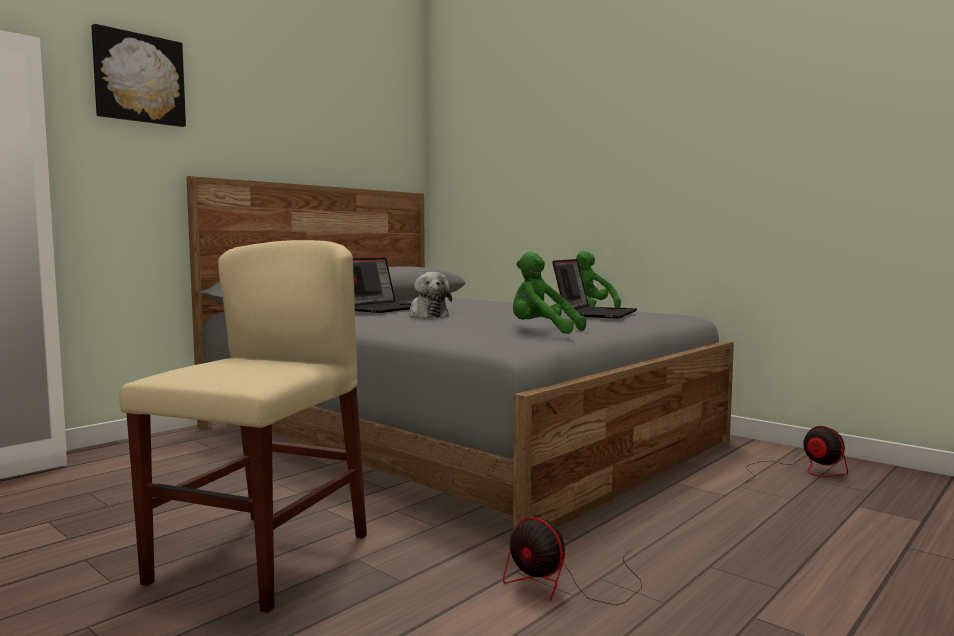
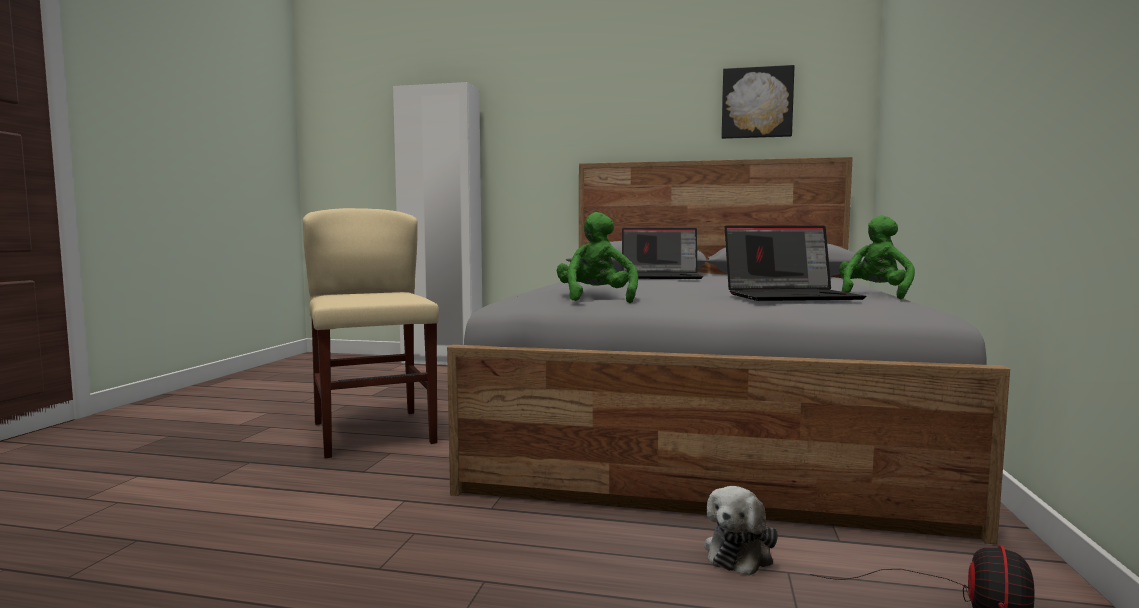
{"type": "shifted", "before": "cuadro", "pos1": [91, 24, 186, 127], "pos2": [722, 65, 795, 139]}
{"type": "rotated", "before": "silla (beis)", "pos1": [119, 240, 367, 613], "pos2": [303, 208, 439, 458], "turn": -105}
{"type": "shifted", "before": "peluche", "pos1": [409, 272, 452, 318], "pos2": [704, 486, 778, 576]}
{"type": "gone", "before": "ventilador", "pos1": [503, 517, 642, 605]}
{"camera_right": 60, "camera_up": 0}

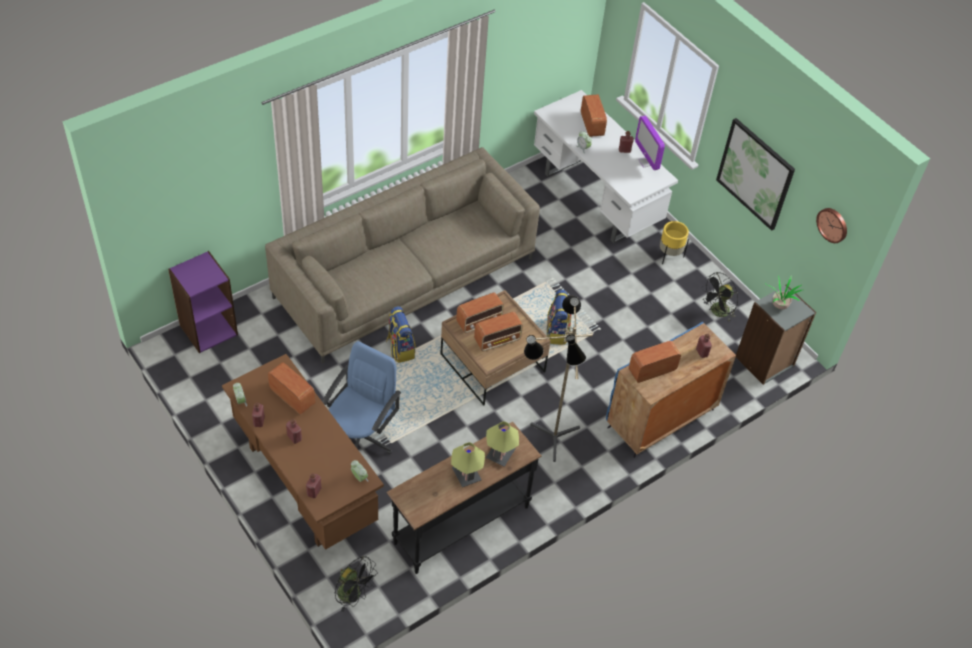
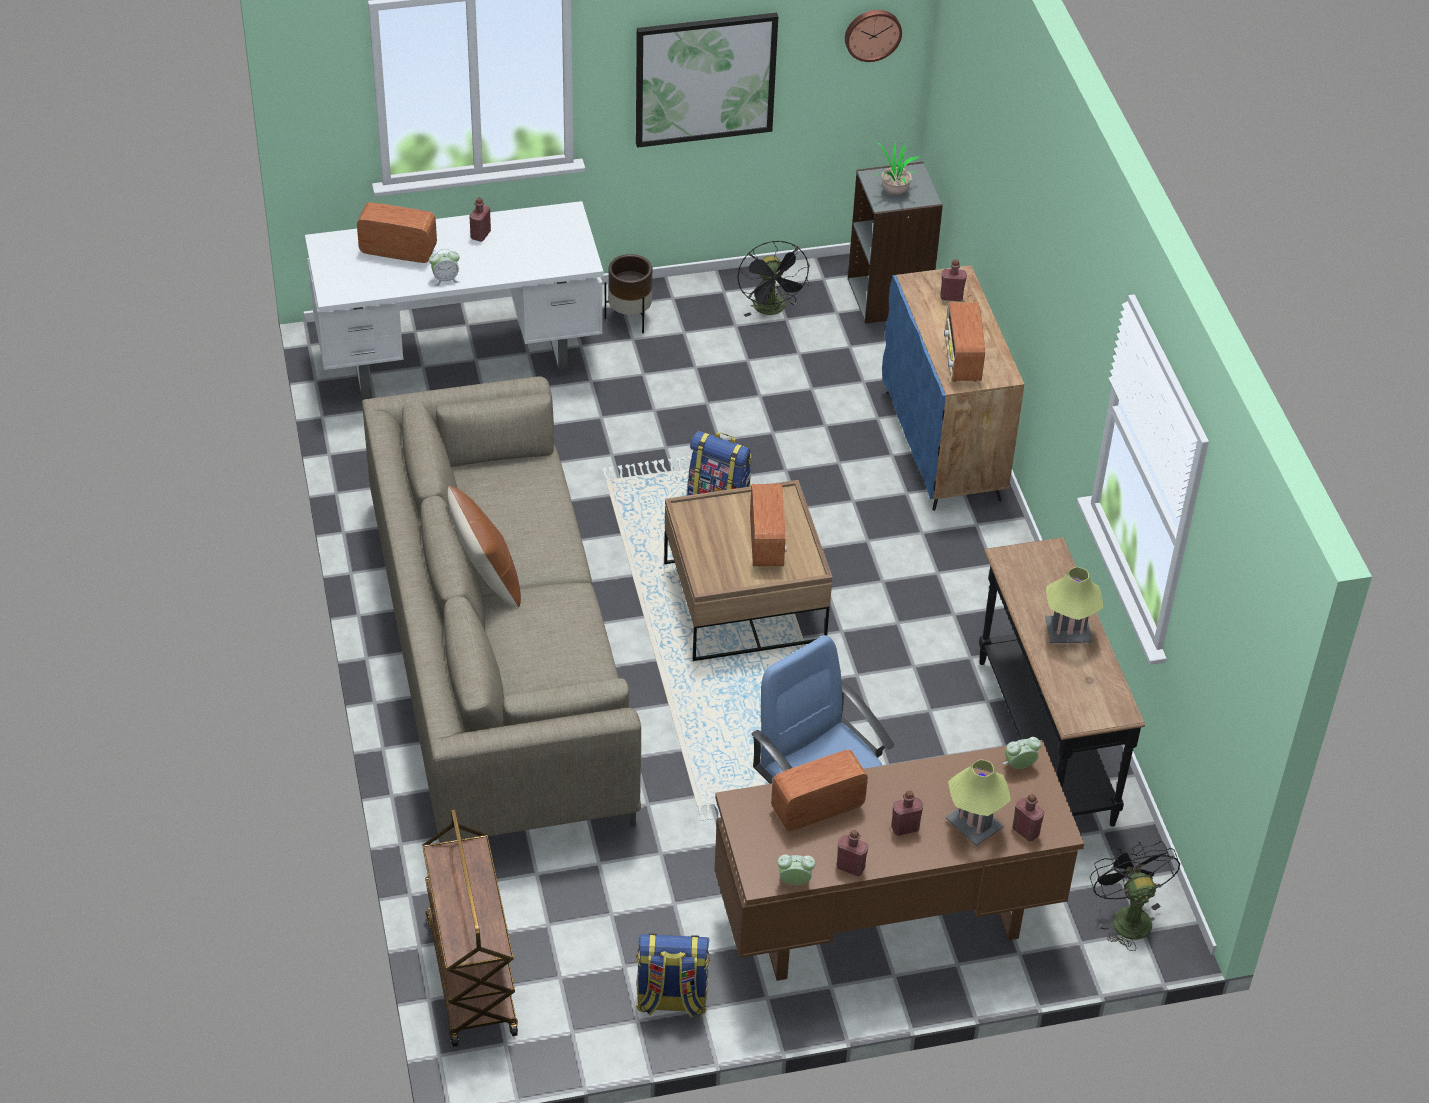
{"type": "gone", "before": "monitor", "pos1": [635, 115, 665, 170]}
{"type": "repainted", "before": "maceta (amarillo)", "after": "maceta (marrón)", "pos1": [660, 221, 689, 264], "pos2": [605, 254, 652, 333]}
{"type": "swapped", "before": "estantería (morado)", "after": "carrito (marrón)", "pos1": [168, 251, 238, 353], "pos2": [422, 809, 518, 1047]}
{"type": "gone", "before": "radio", "pos1": [456, 292, 504, 333]}
{"type": "gone", "before": "lámpara de pie", "pos1": [524, 296, 593, 462]}
{"type": "shifted", "before": "mochila", "pos1": [386, 306, 416, 363], "pos2": [636, 933, 710, 1018]}
{"type": "shifted", "before": "lámpara de mesa", "pos1": [486, 421, 519, 467], "pos2": [945, 759, 1011, 846]}
{"type": "rotated", "before": "ventilador (negro)", "pos1": [335, 556, 378, 612], "pos2": [1090, 841, 1180, 951], "turn": -75}
{"type": "new", "after": "cojín (marrón)", "pos2": [448, 485, 521, 608]}
{"camera_right": -65, "camera_up": -5}

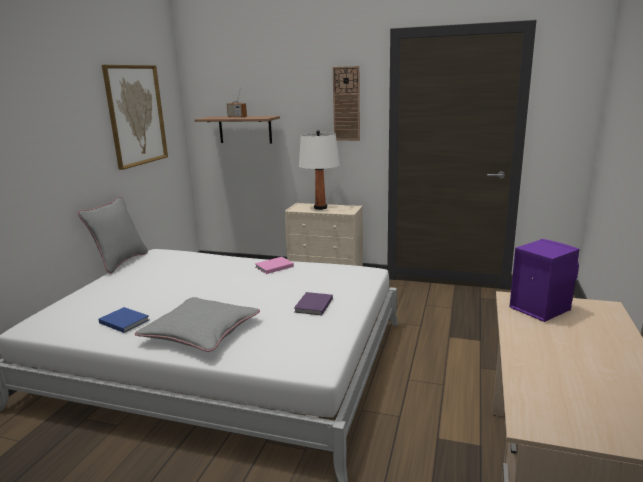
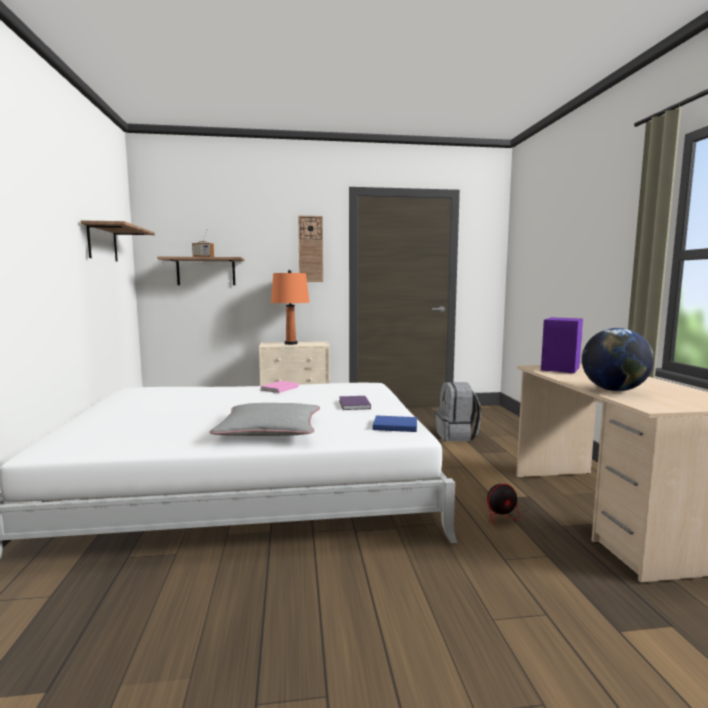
{"type": "swapped", "before": "cuadro", "after": "estante", "pos1": [102, 65, 168, 170], "pos2": [81, 220, 155, 262]}
{"type": "repainted", "before": "lámpara de mesa (blanco)", "after": "lámpara de mesa (naranja)", "pos1": [299, 130, 340, 210], "pos2": [271, 270, 309, 345]}
{"type": "gone", "before": "cojín (gris)", "pos1": [78, 196, 148, 274]}
{"type": "shifted", "before": "libro (azul)", "pos1": [98, 307, 149, 333], "pos2": [373, 415, 417, 432]}
{"type": "new", "after": "globo terráqueo", "pos2": [582, 328, 654, 391]}
{"type": "new", "after": "mochila (gris)", "pos2": [436, 382, 481, 442]}
{"type": "new", "after": "ventilador", "pos2": [477, 484, 529, 525]}
{"camera_right": -25, "camera_up": -10}

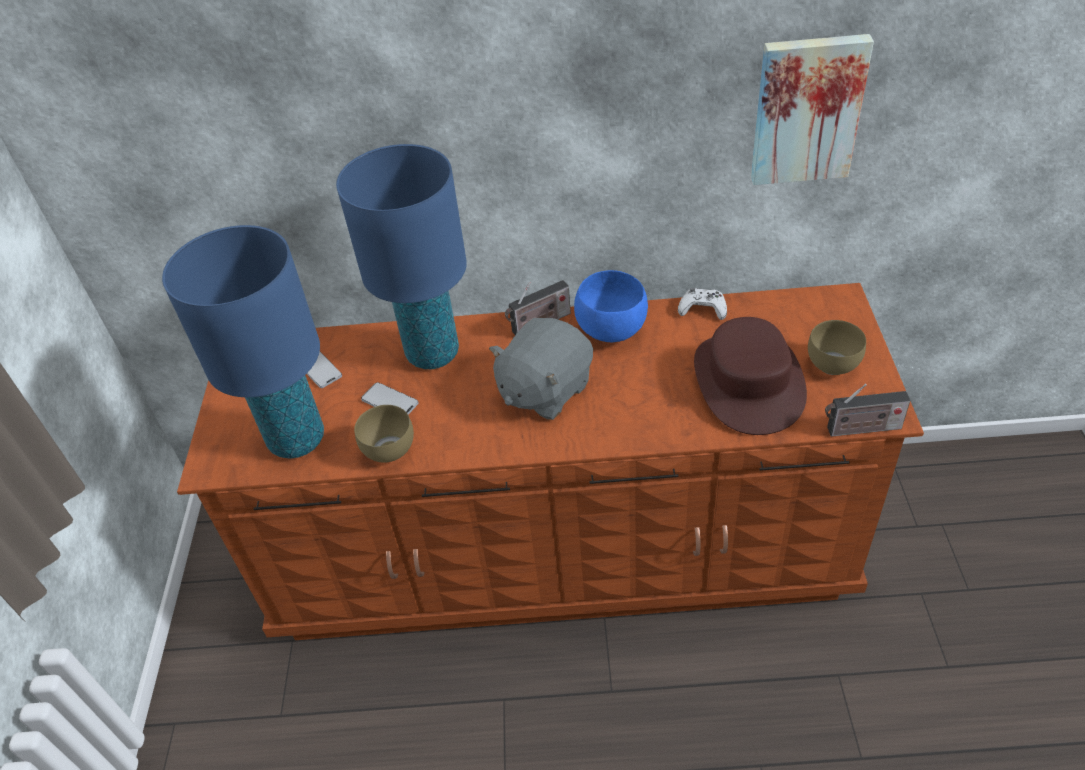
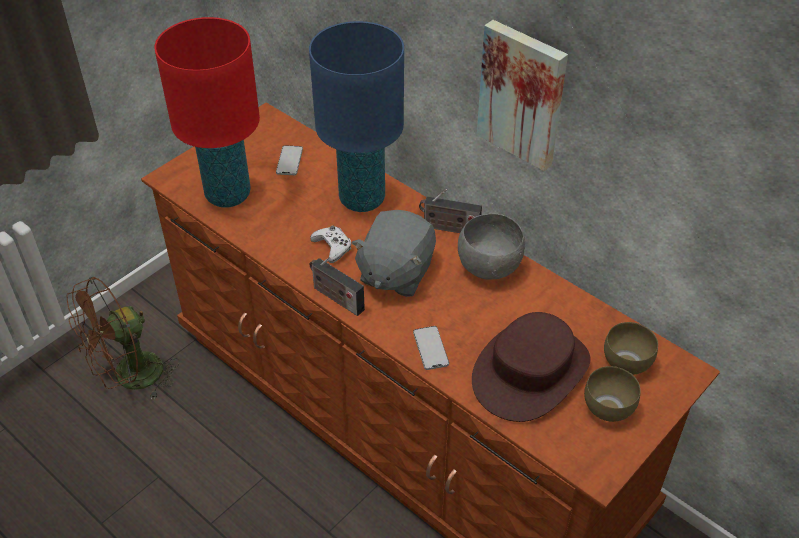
{"type": "shifted", "before": "cuadro", "pos1": [751, 34, 874, 185], "pos2": [477, 20, 568, 171]}
{"type": "repainted", "before": "lámpara de mesa (azul)", "after": "lámpara de mesa (rojo)", "pos1": [162, 225, 324, 459], "pos2": [154, 17, 260, 208]}
{"type": "repainted", "before": "cuenco (azul)", "after": "cuenco (gris)", "pos1": [574, 270, 648, 342], "pos2": [458, 214, 525, 280]}
{"type": "shifted", "before": "mando de consola (blanco)", "pos1": [678, 288, 727, 320], "pos2": [310, 225, 352, 263]}
{"type": "rotated", "before": "peluche (gris)", "pos1": [489, 318, 593, 420], "pos2": [351, 210, 436, 297], "turn": -60}
{"type": "shifted", "before": "móvil", "pos1": [361, 382, 418, 414], "pos2": [413, 326, 449, 370]}
{"type": "shifted", "before": "radio", "pos1": [825, 383, 910, 437], "pos2": [309, 256, 365, 316]}
{"type": "shifted", "before": "cuenco (marrón)", "pos1": [354, 405, 414, 463], "pos2": [604, 322, 658, 375]}
{"type": "new", "after": "ventilador (marrón)", "pos2": [66, 277, 180, 400]}
{"camera_right": 40, "camera_up": 0}

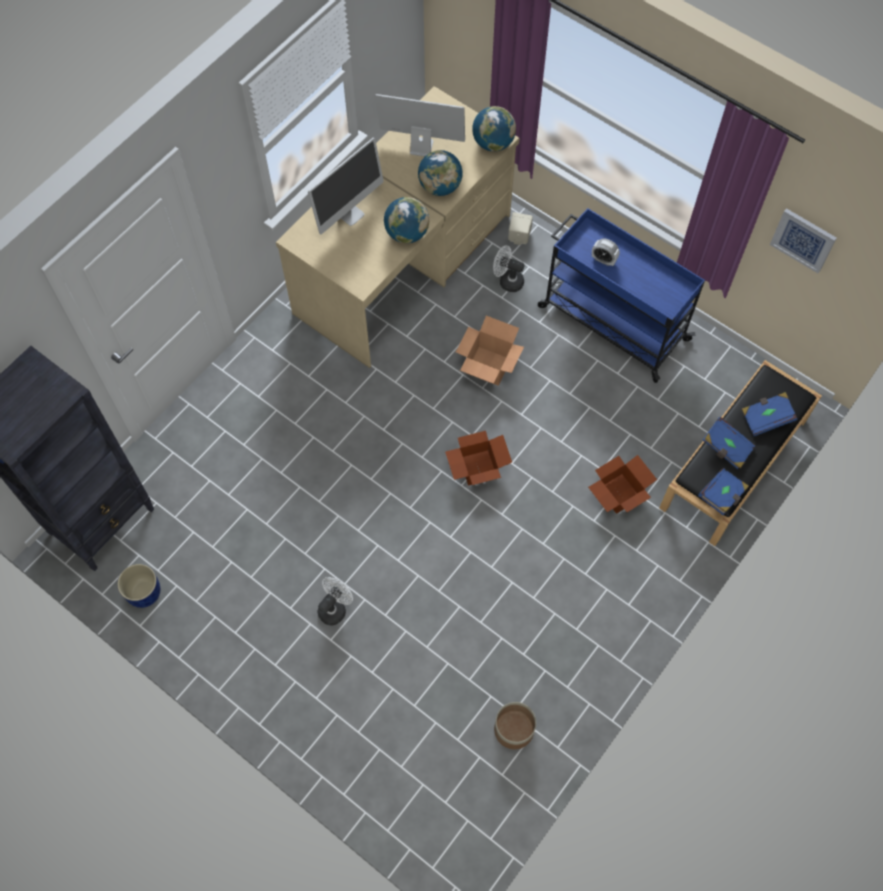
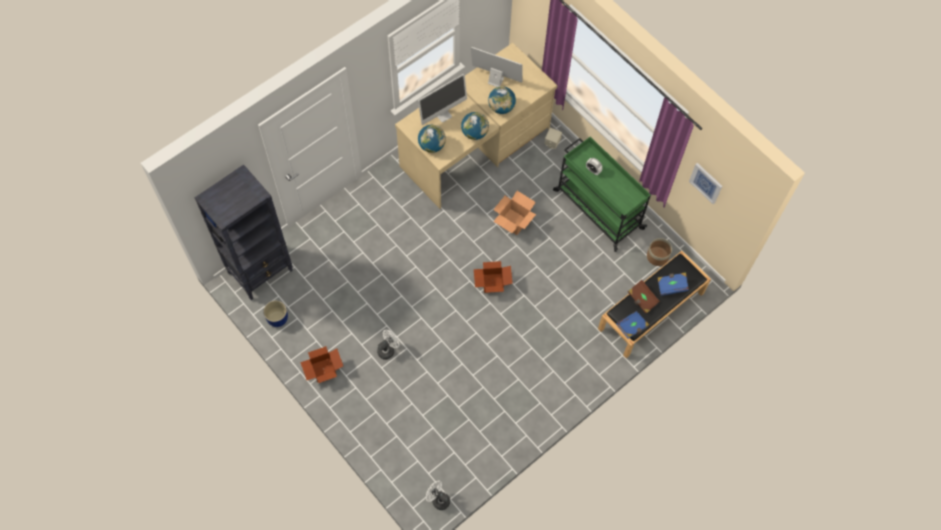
{"type": "shifted", "before": "globo terráqueo", "pos1": [472, 106, 516, 151], "pos2": [418, 125, 446, 153]}
{"type": "repainted", "before": "carrito (azul)", "after": "carrito (verde)", "pos1": [538, 208, 705, 383], "pos2": [553, 137, 651, 252]}
{"type": "shifted", "before": "ventilador (blanco)", "pos1": [493, 245, 524, 292], "pos2": [426, 481, 450, 510]}
{"type": "repainted", "before": "libro (azul)", "after": "libro (marrón)", "pos1": [703, 417, 755, 469], "pos2": [628, 280, 660, 313]}
{"type": "shifted", "before": "caja de cartón", "pos1": [588, 455, 657, 514], "pos2": [300, 346, 343, 383]}
{"type": "shifted", "before": "maceta", "pos1": [494, 702, 536, 749], "pos2": [647, 238, 672, 266]}
{"camera_right": 10, "camera_up": 0}

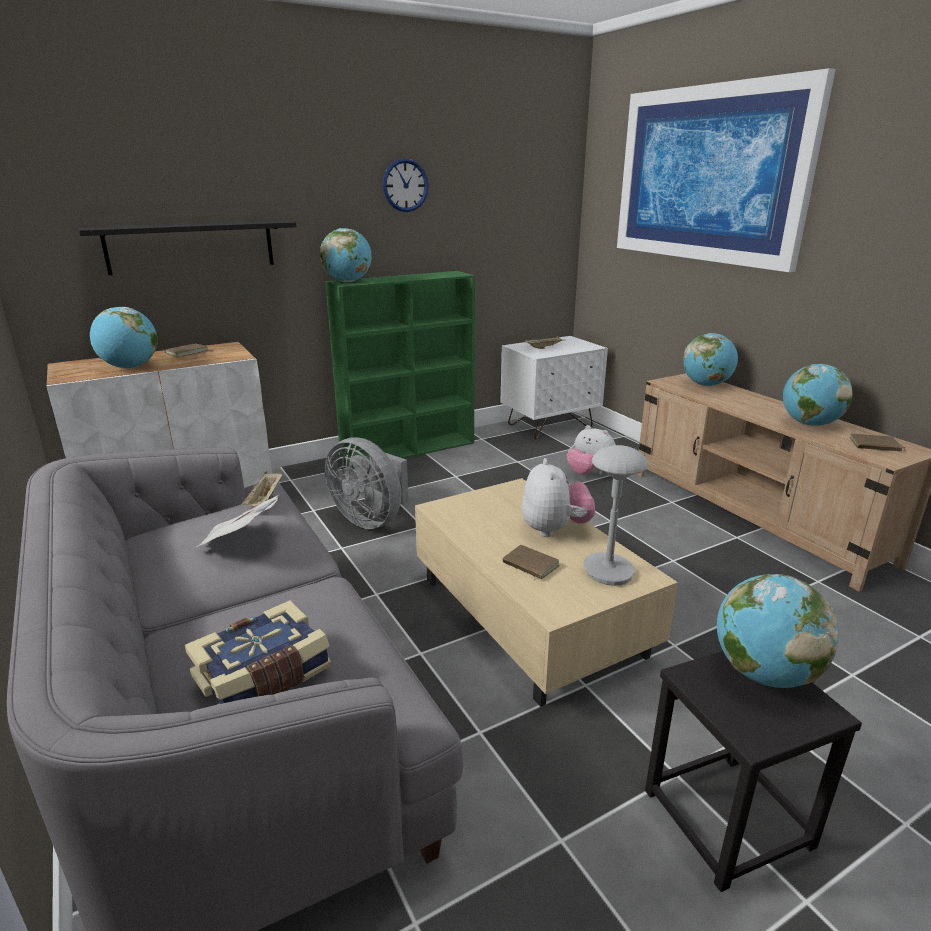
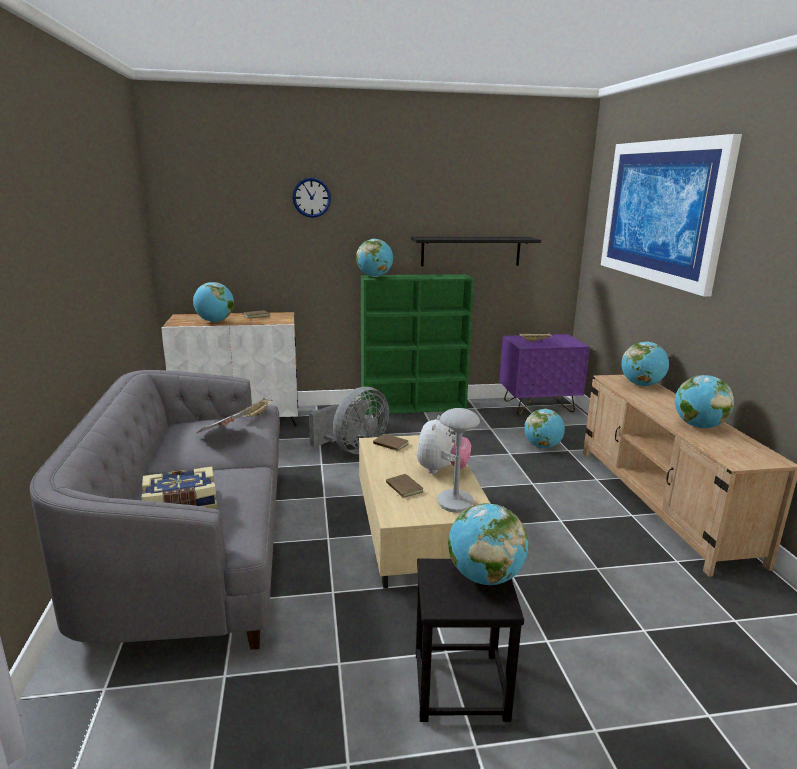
{"type": "shifted", "before": "reloj de pared", "pos1": [383, 158, 428, 212], "pos2": [292, 178, 331, 218]}
{"type": "shifted", "before": "estante (negro)", "pos1": [78, 220, 297, 275], "pos2": [411, 237, 541, 266]}
{"type": "repainted", "before": "mesita de noche (blanco)", "after": "mesita de noche (morado)", "pos1": [501, 336, 608, 439], "pos2": [499, 334, 590, 415]}
{"type": "swapped", "before": "peluche", "after": "globo terráqueo", "pos1": [567, 425, 616, 475], "pos2": [524, 409, 565, 449]}
{"type": "shifted", "before": "libro (marrón)", "pos1": [850, 434, 906, 452], "pos2": [373, 434, 409, 451]}
{"type": "rotated", "before": "ventilador (gris)", "pos1": [325, 437, 408, 529], "pos2": [309, 387, 389, 454], "turn": -105}
{"camera_right": 20, "camera_up": -5}

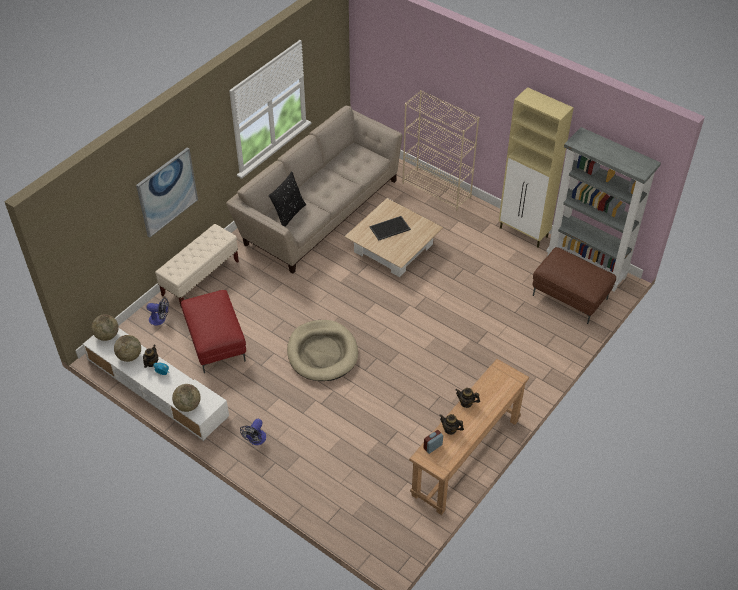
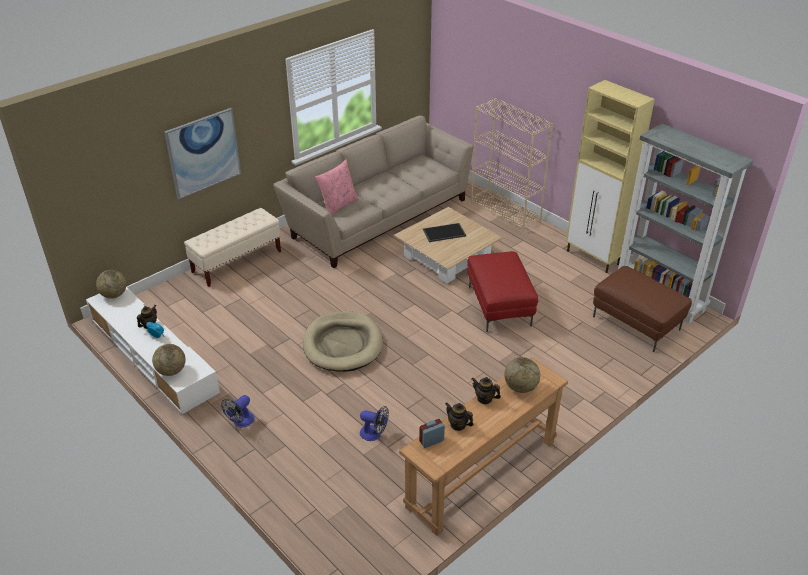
{"type": "repainted", "before": "cojín (negro)", "after": "cojín (rosa)", "pos1": [269, 172, 306, 227], "pos2": [315, 159, 359, 215]}
{"type": "shifted", "before": "puf (rojo)", "pos1": [181, 290, 246, 373], "pos2": [467, 251, 538, 332]}
{"type": "shifted", "before": "ventilador", "pos1": [147, 298, 169, 326], "pos2": [360, 406, 389, 441]}
{"type": "shifted", "before": "globo terráqueo", "pos1": [114, 335, 141, 362], "pos2": [504, 357, 540, 393]}
{"camera_right": 10, "camera_up": -10}

